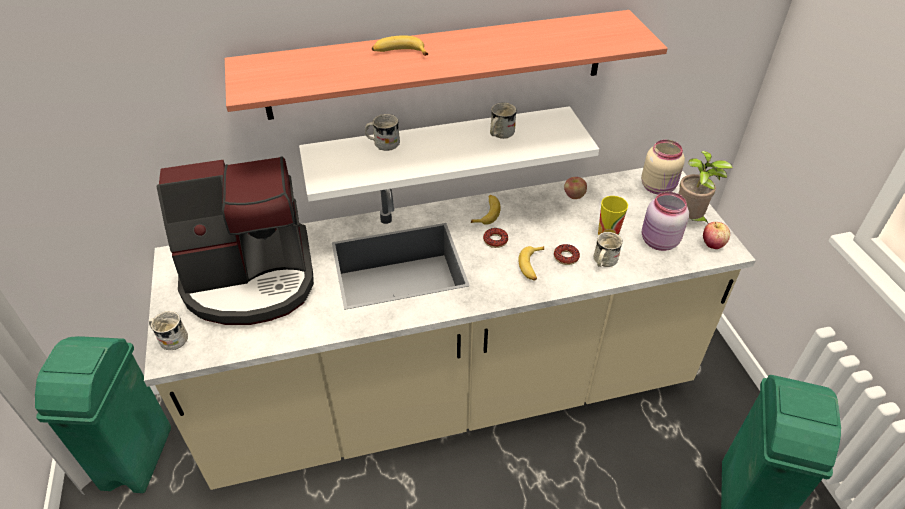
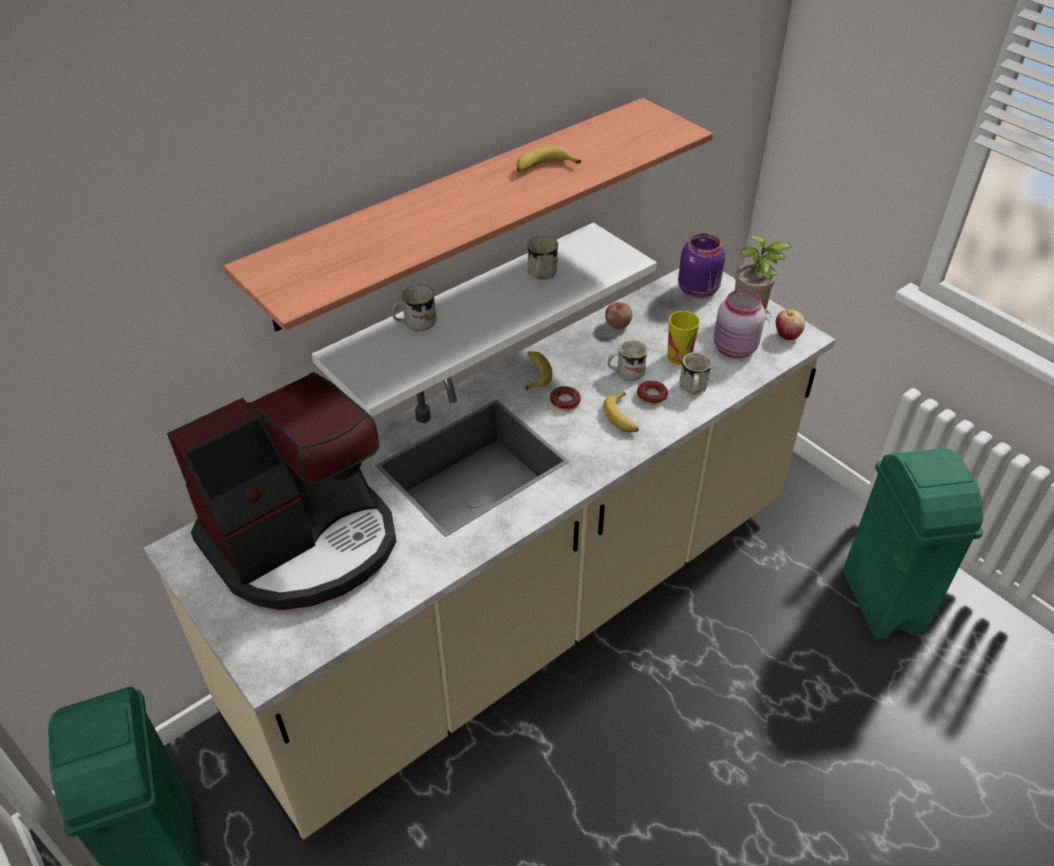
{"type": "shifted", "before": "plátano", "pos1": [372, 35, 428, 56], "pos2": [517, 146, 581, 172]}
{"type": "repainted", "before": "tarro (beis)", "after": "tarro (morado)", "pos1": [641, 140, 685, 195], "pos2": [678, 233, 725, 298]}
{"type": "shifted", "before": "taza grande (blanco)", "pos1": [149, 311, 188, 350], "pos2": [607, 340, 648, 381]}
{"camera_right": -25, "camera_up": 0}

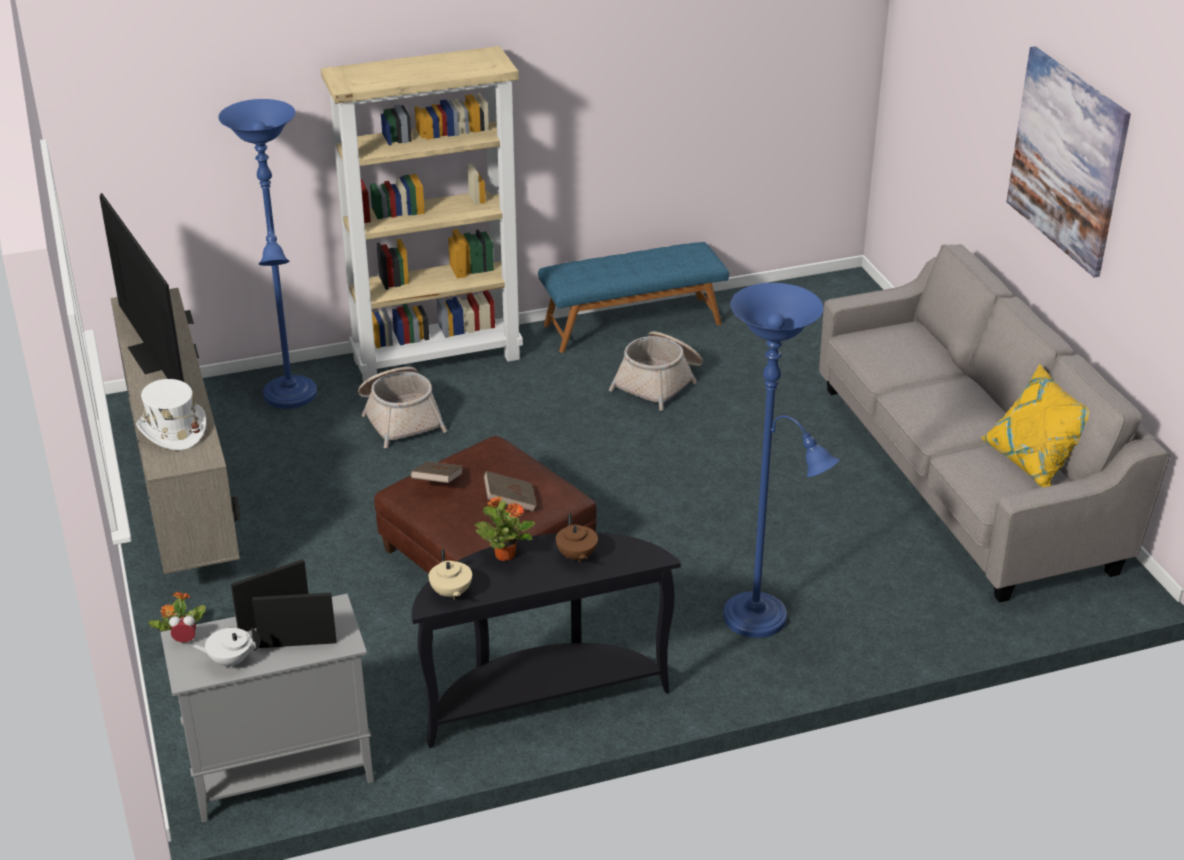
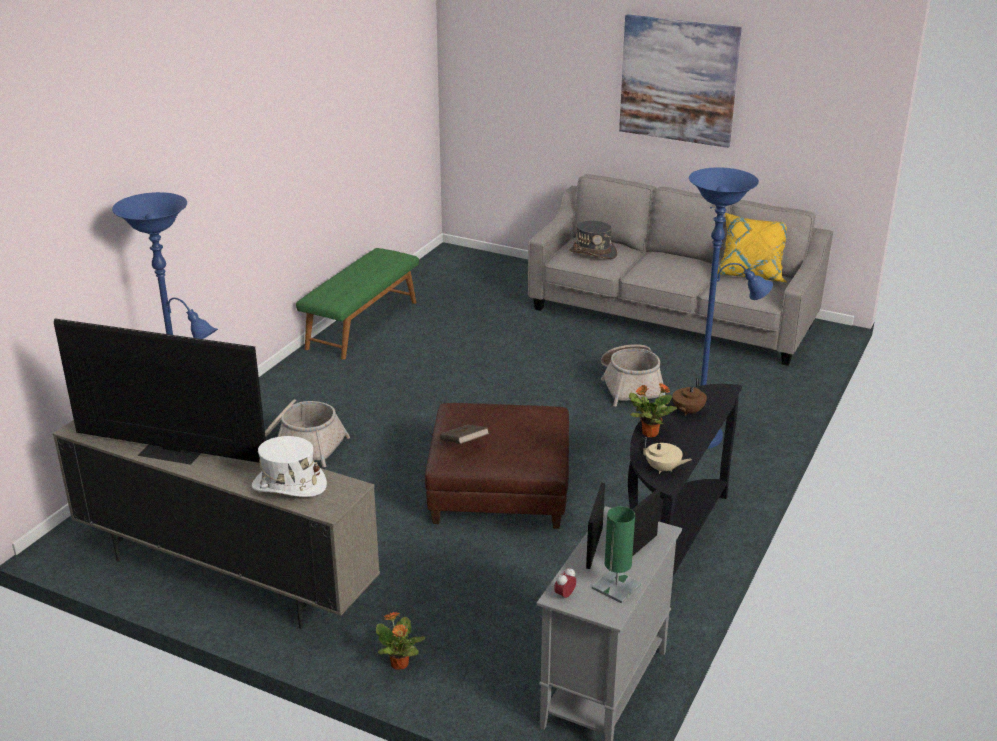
{"type": "gone", "before": "estantería (beis)", "pos1": [321, 46, 523, 382]}
{"type": "repainted", "before": "banco (azul)", "after": "banco (verde)", "pos1": [538, 242, 729, 353], "pos2": [296, 248, 419, 360]}
{"type": "shifted", "before": "cesta", "pos1": [609, 331, 703, 411], "pos2": [601, 344, 665, 406]}
{"type": "gone", "before": "libro (marrón)", "pos1": [483, 471, 537, 512]}
{"type": "rotated", "before": "tetera (marrón)", "pos1": [556, 513, 598, 563], "pos2": [672, 378, 707, 416], "turn": 90}
{"type": "swapped", "before": "tetera (blanco)", "after": "lámpara de mesa (verde)", "pos1": [192, 628, 261, 668], "pos2": [592, 506, 642, 603]}
{"type": "new", "after": "sombrero (gris)", "pos2": [569, 221, 617, 259]}
{"camera_right": -45, "camera_up": -5}

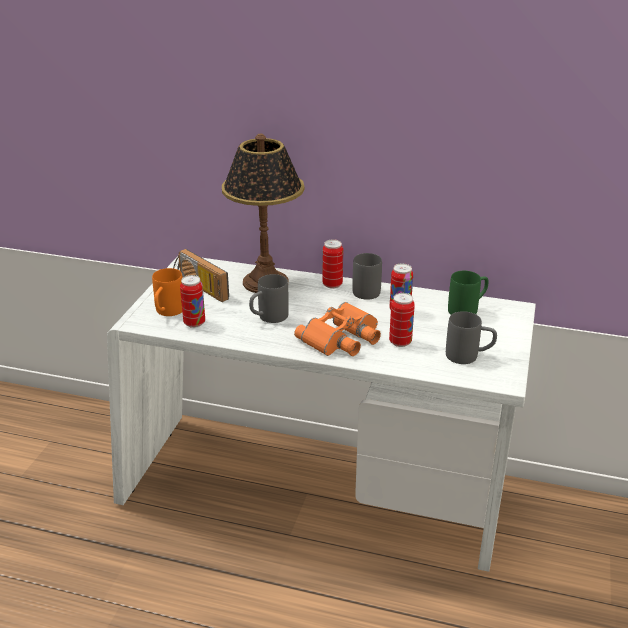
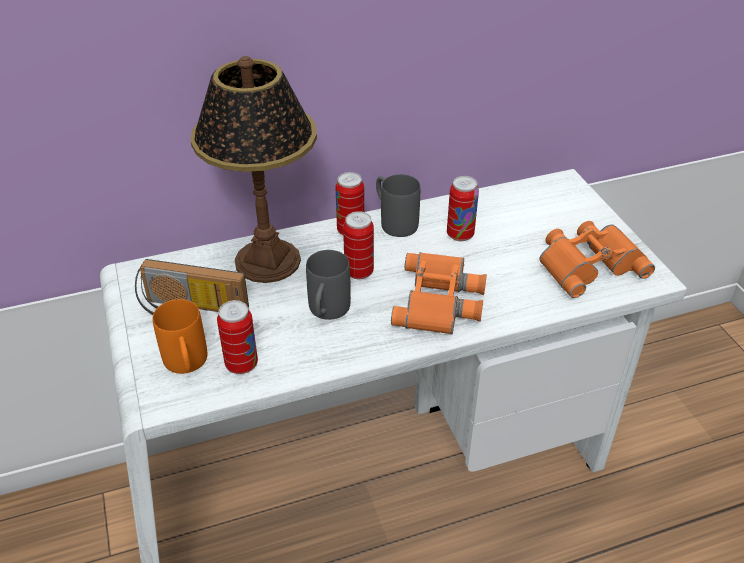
{"type": "gone", "before": "taza grande (verde)", "pos1": [448, 271, 489, 315]}
{"type": "shifted", "before": "lata", "pos1": [389, 293, 415, 347], "pos2": [343, 211, 374, 279]}
{"type": "swapped", "before": "taza grande (gris)", "after": "prismáticos (naranja)", "pos1": [446, 311, 497, 364], "pos2": [539, 221, 655, 298]}
{"camera_right": -35, "camera_up": 10}

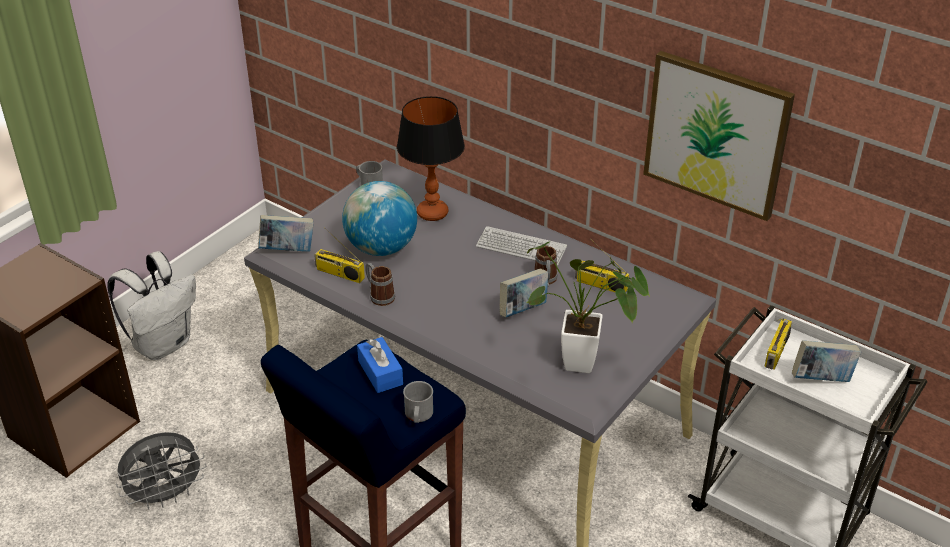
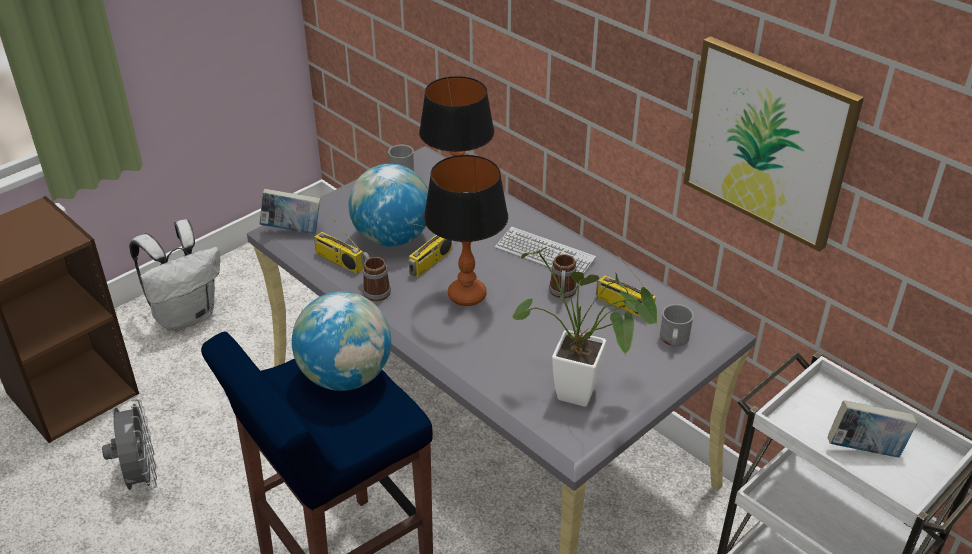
{"type": "gone", "before": "libro", "pos1": [500, 269, 548, 318]}
{"type": "shifted", "before": "radio", "pos1": [764, 318, 792, 370], "pos2": [409, 224, 452, 277]}
{"type": "swapped", "before": "caja de pañuelos (azul)", "after": "globo terráqueo", "pos1": [357, 337, 403, 393], "pos2": [292, 292, 391, 391]}
{"type": "shifted", "before": "taza grande (gris)", "pos1": [403, 381, 433, 423], "pos2": [660, 304, 694, 346]}
{"type": "rotated", "before": "ventilador (gris)", "pos1": [116, 432, 206, 510], "pos2": [102, 399, 157, 491], "turn": -90}
{"type": "new", "after": "lámpara de mesa", "pos2": [424, 155, 508, 306]}
{"camera_right": 10, "camera_up": 0}

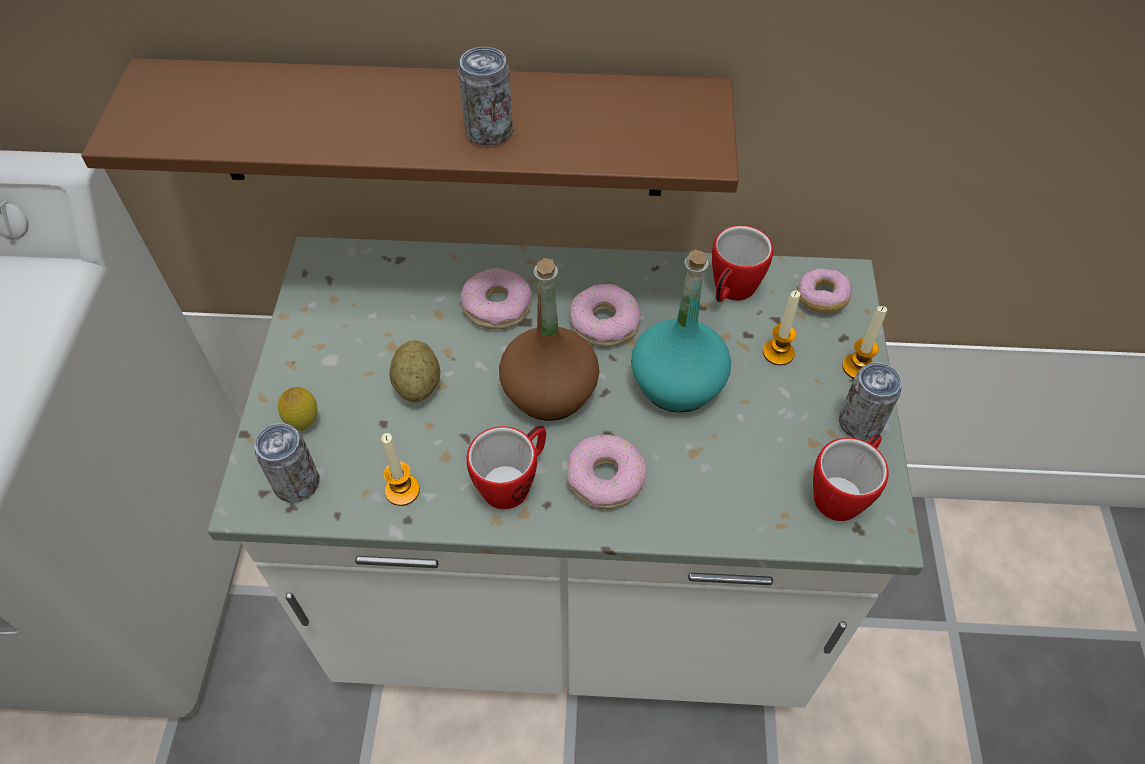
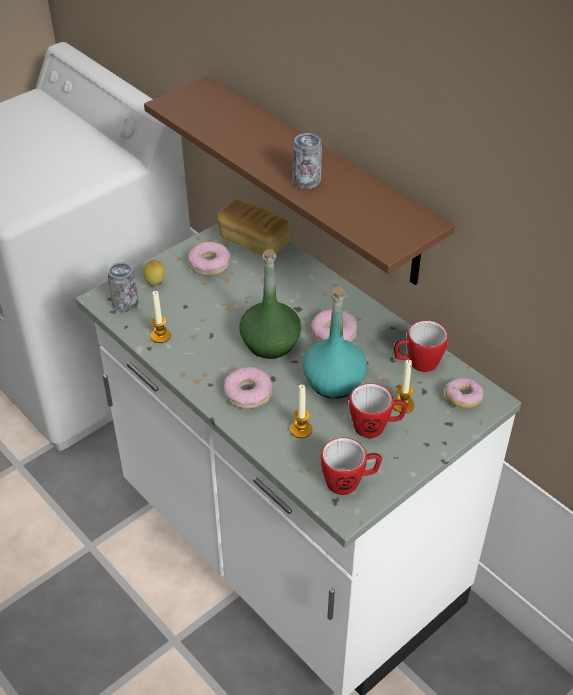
{"type": "repainted", "before": "botella (marrón)", "after": "botella (verde)", "pos1": [499, 258, 599, 421], "pos2": [239, 249, 301, 359]}
{"type": "shifted", "before": "rosquilla", "pos1": [461, 268, 532, 329], "pos2": [188, 241, 230, 276]}
{"type": "shifted", "before": "vela", "pos1": [842, 306, 887, 379], "pos2": [290, 385, 312, 438]}
{"type": "gone", "before": "patata", "pos1": [389, 340, 440, 403]}
{"type": "gone", "before": "lata", "pos1": [838, 362, 902, 440]}
{"type": "shifted", "before": "taza grande", "pos1": [467, 426, 546, 509], "pos2": [349, 383, 408, 438]}
{"type": "new", "after": "pan", "pos2": [217, 199, 290, 256]}
{"camera_right": 45, "camera_up": -10}

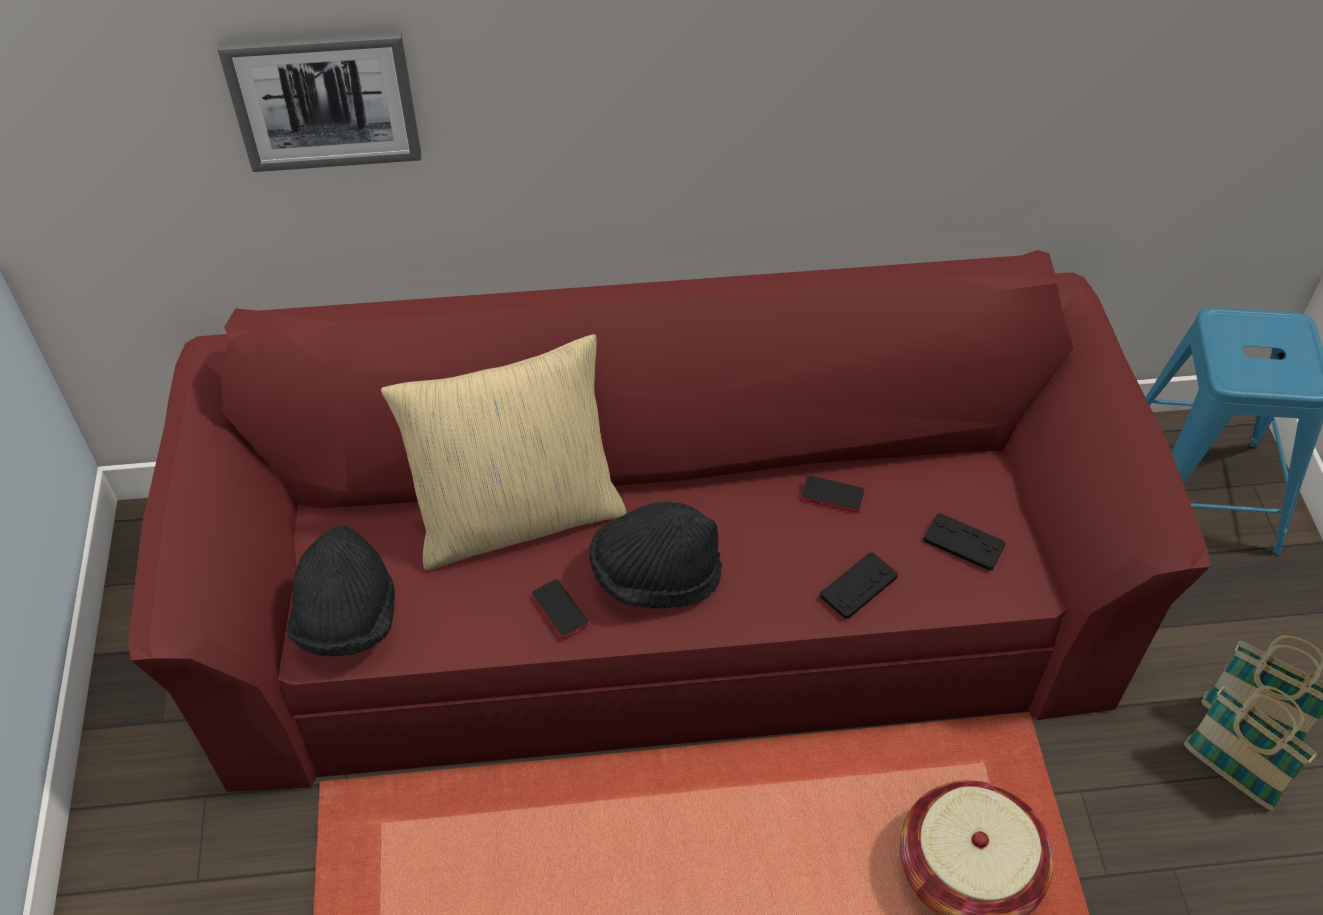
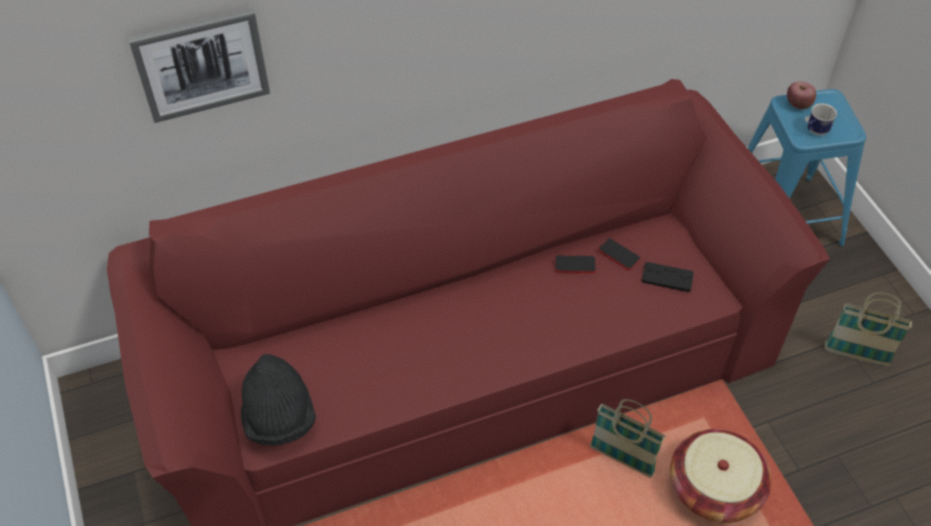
{"type": "gone", "before": "cojín (beis)", "pos1": [381, 334, 627, 570]}
{"type": "gone", "before": "sombrero (negro)", "pos1": [589, 502, 722, 609]}
{"type": "gone", "before": "mando de consola (negro)", "pos1": [820, 552, 898, 619]}
{"type": "shifted", "before": "móvil", "pos1": [532, 579, 589, 639], "pos2": [598, 238, 641, 270]}
{"type": "shifted", "before": "cesta", "pos1": [1184, 685, 1317, 810], "pos2": [589, 399, 666, 478]}
{"type": "new", "after": "manzana", "pos2": [787, 81, 816, 109]}
{"type": "new", "after": "taza grande", "pos2": [808, 103, 837, 135]}
{"camera_right": -15, "camera_up": 0}

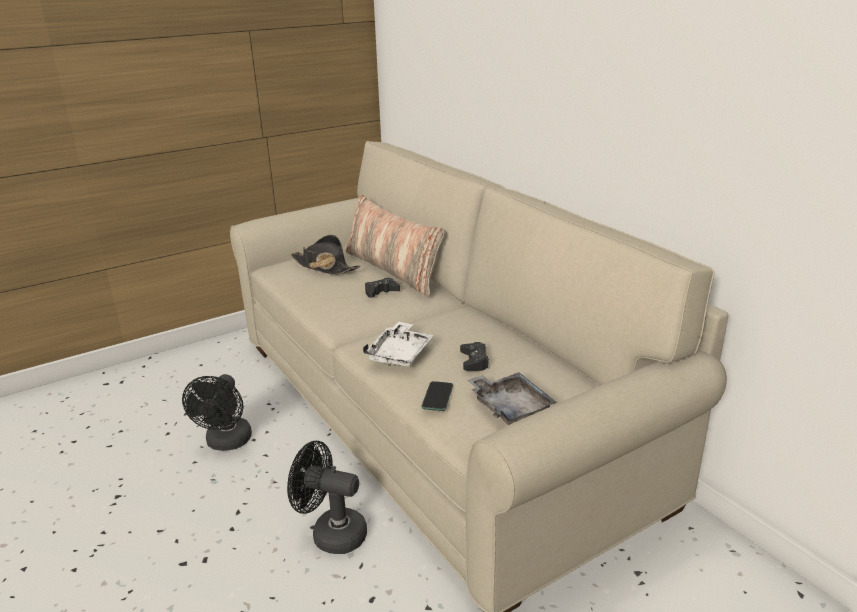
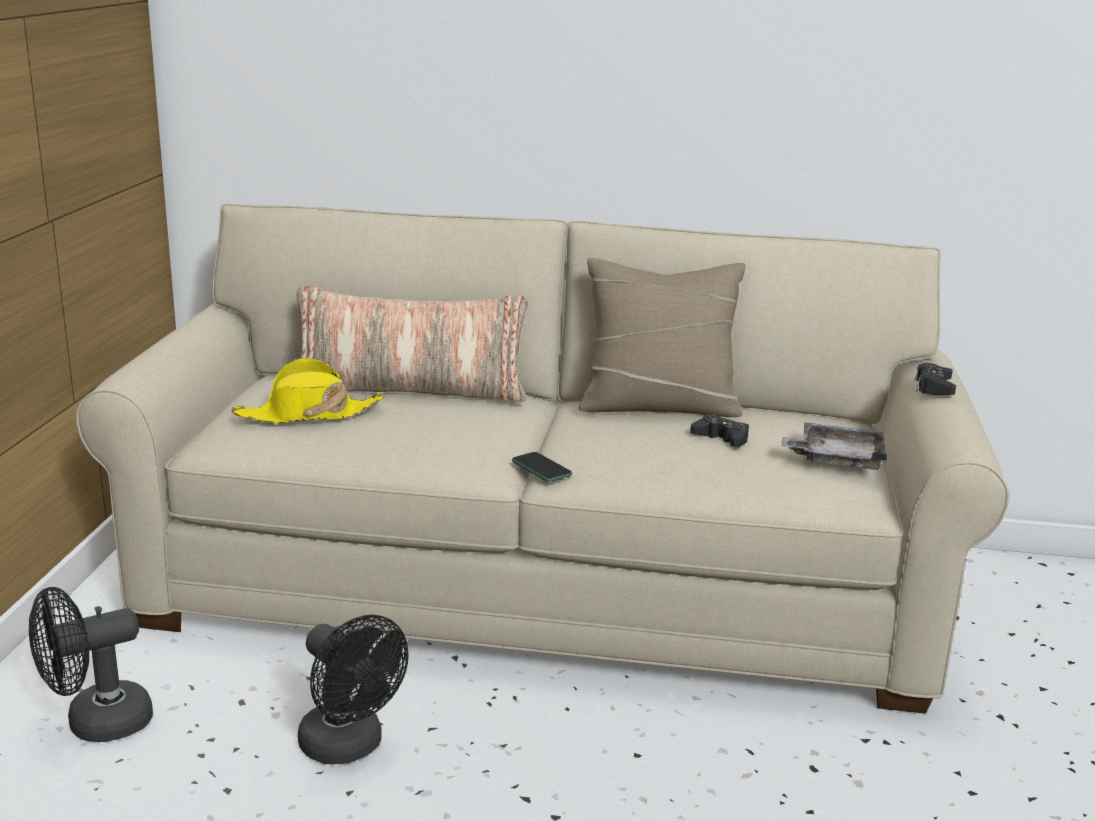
{"type": "repainted", "before": "sombrero (negro)", "after": "sombrero (amarillo)", "pos1": [291, 235, 361, 275], "pos2": [232, 358, 385, 424]}
{"type": "shifted", "before": "mando de consola (negro)", "pos1": [365, 278, 400, 298], "pos2": [915, 363, 956, 395]}
{"type": "gone", "before": "bandeja (blanco)", "pos1": [363, 322, 434, 366]}
{"type": "shifted", "before": "móvil", "pos1": [421, 381, 453, 411], "pos2": [512, 452, 572, 482]}
{"type": "shifted", "before": "ventilador (negro)", "pos1": [287, 441, 367, 554], "pos2": [29, 587, 153, 742]}
{"type": "new", "after": "cojín (beis)", "pos2": [579, 258, 746, 417]}
{"camera_right": -50, "camera_up": -5}

